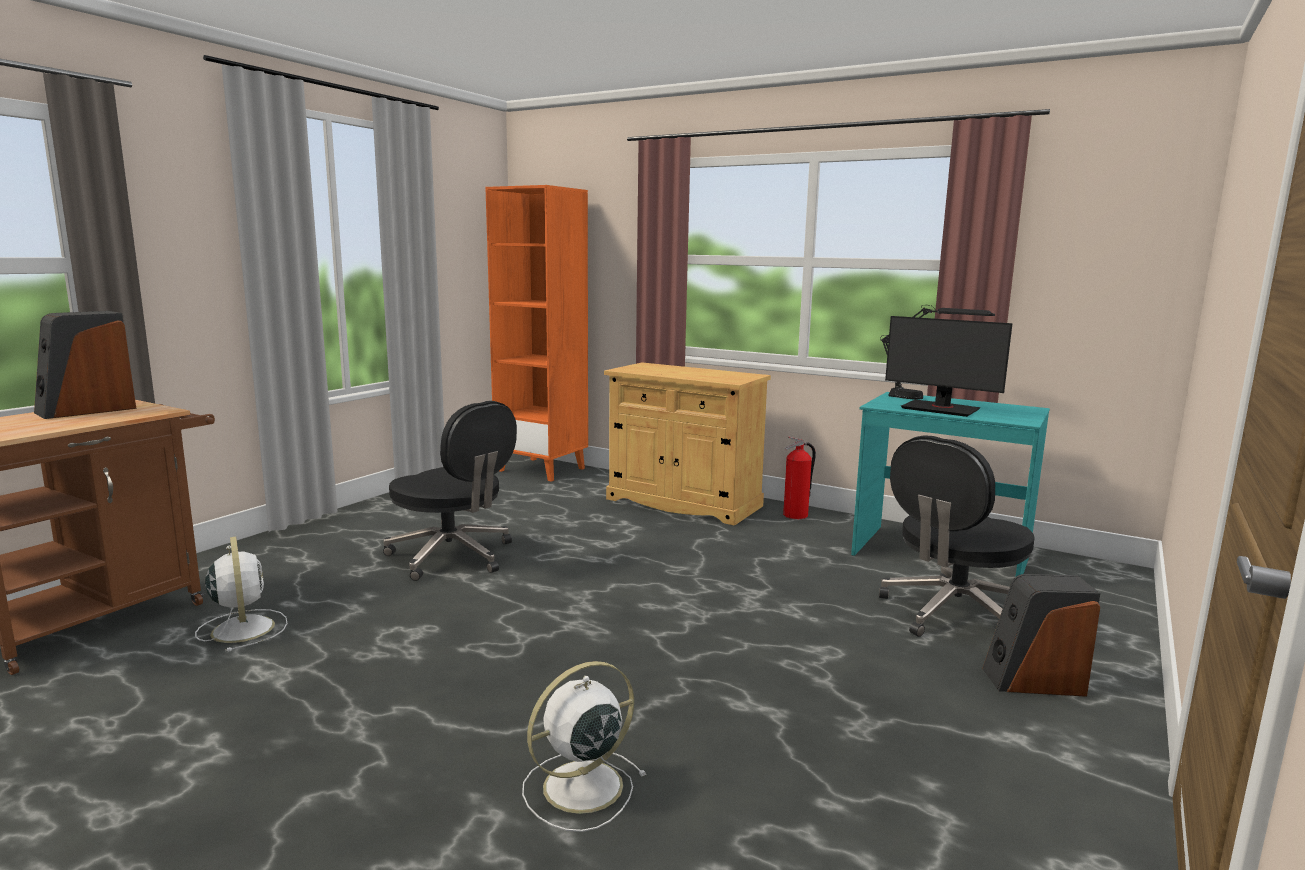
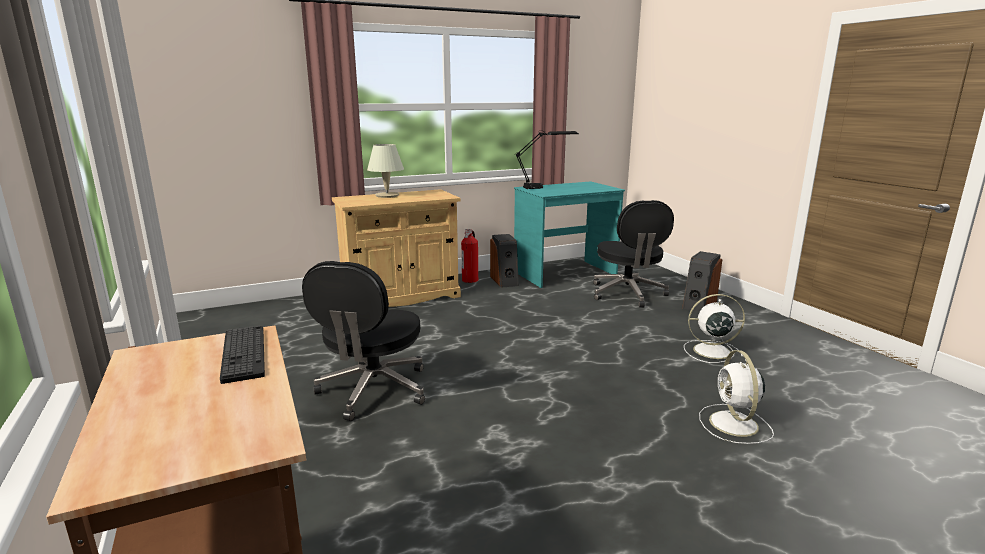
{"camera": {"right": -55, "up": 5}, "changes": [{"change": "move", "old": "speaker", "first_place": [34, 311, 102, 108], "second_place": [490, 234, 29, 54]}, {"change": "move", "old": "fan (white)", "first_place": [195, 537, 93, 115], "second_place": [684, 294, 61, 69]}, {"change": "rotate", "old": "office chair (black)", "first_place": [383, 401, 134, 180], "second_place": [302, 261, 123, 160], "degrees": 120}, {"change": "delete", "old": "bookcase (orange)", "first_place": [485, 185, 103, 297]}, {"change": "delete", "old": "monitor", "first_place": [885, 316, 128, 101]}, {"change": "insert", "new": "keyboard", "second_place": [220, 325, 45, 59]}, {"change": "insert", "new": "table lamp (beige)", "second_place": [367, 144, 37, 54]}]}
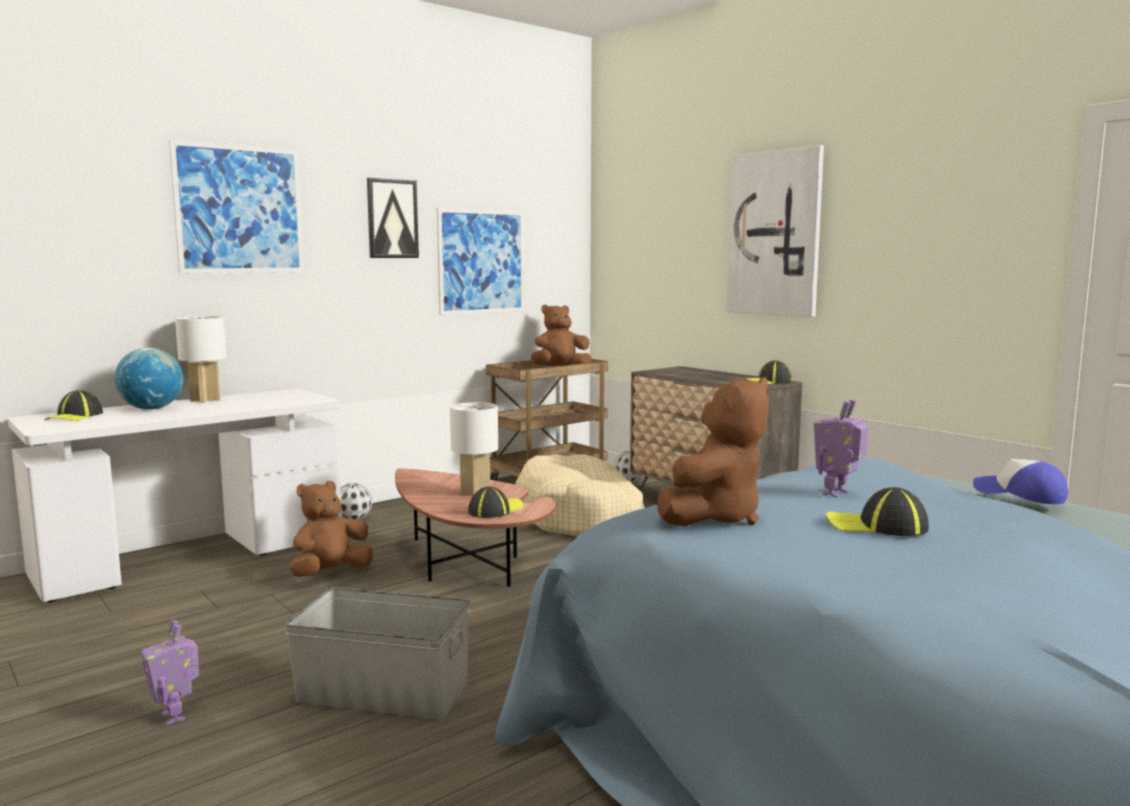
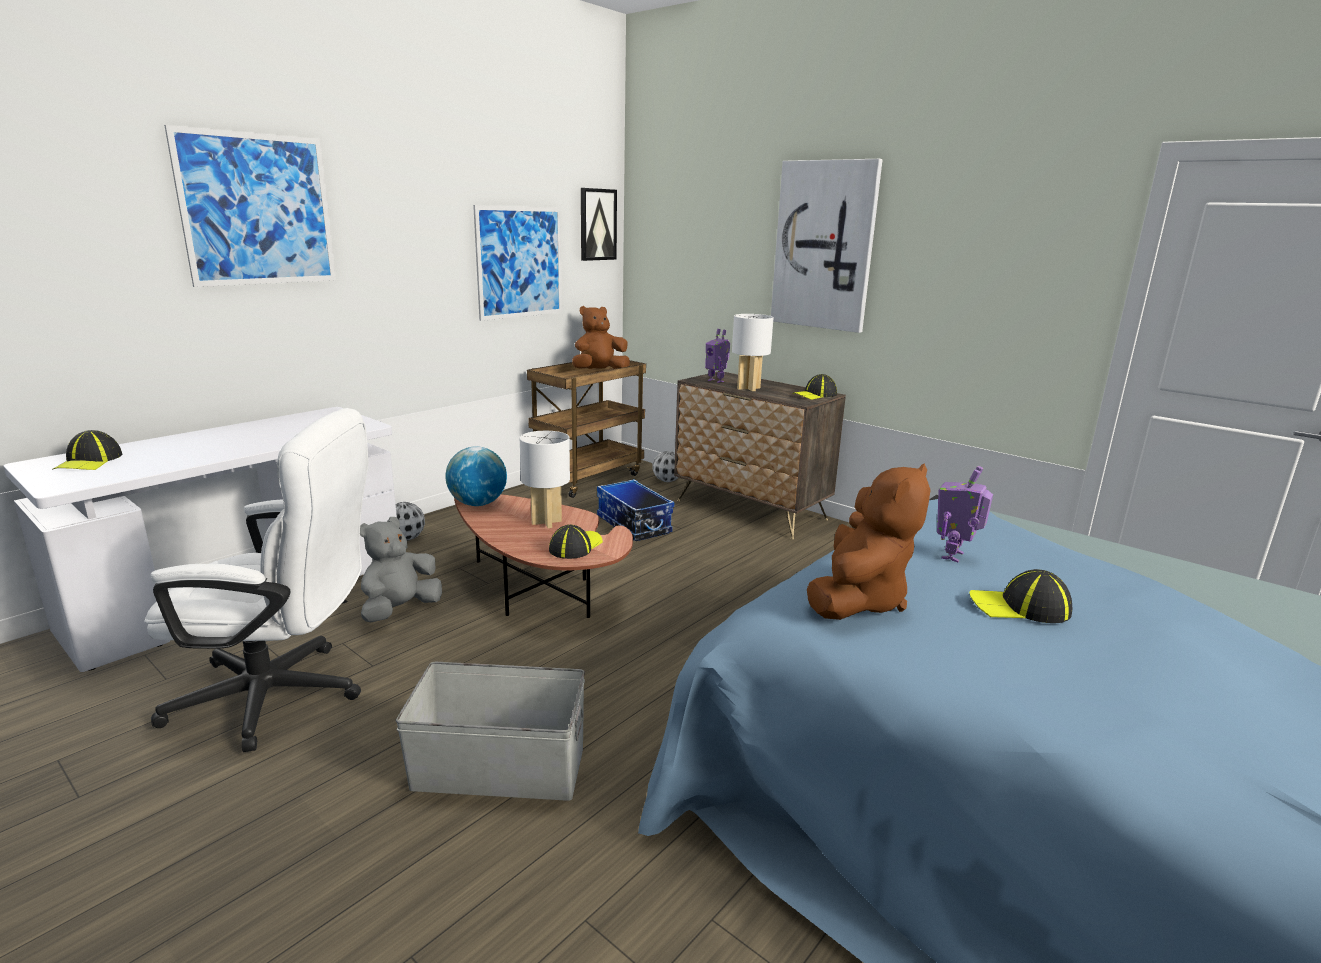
{"camera": {"right": -10, "up": 10}, "changes": [{"change": "move", "old": "globe", "first_place": [114, 348, 69, 62], "second_place": [445, 446, 62, 60]}, {"change": "move", "old": "toy robot", "first_place": [141, 620, 58, 105], "second_place": [705, 329, 25, 54]}, {"change": "move", "old": "table lamp (white)", "first_place": [175, 316, 51, 87], "second_place": [732, 314, 42, 77]}, {"change": "recolor", "old": "plush toy (brown)", "new": "plush toy (grey)", "first_place": [290, 481, 83, 96], "second_place": [360, 517, 82, 106]}, {"change": "move", "old": "picture", "first_place": [367, 178, 52, 80], "second_place": [581, 188, 36, 73]}, {"change": "replace", "old": "dog bed (beige)", "new": "storage box", "first_place": [515, 454, 130, 82], "second_place": [597, 479, 77, 62]}, {"change": "delete", "old": "cap", "first_place": [973, 459, 95, 45]}, {"change": "insert", "new": "office chair (white)", "second_place": [144, 408, 224, 344]}]}
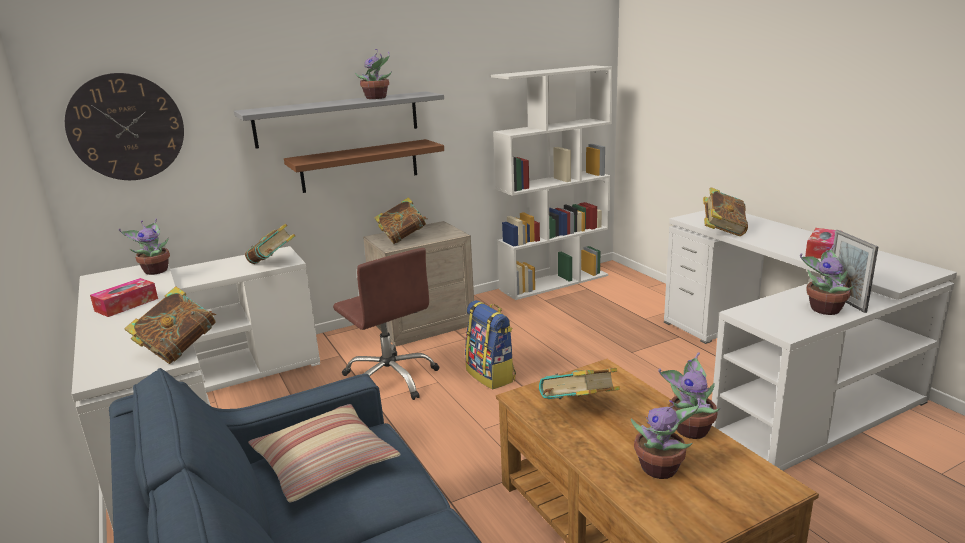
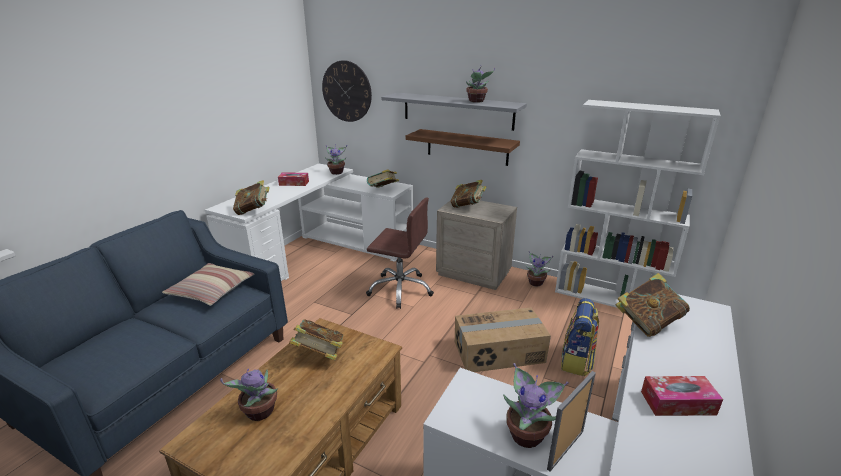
{"camera": {"right": 55, "up": 5}, "changes": [{"change": "rotate", "old": "office chair (brown)", "first_place": [333, 248, 106, 152], "second_place": [366, 197, 68, 112], "degrees": -90}, {"change": "move", "old": "backpack", "first_place": [465, 300, 51, 89], "second_place": [561, 298, 38, 78]}, {"change": "move", "old": "potted plant", "first_place": [658, 352, 62, 87], "second_place": [525, 251, 28, 35]}, {"change": "insert", "new": "cardboard box", "second_place": [455, 308, 96, 64]}]}
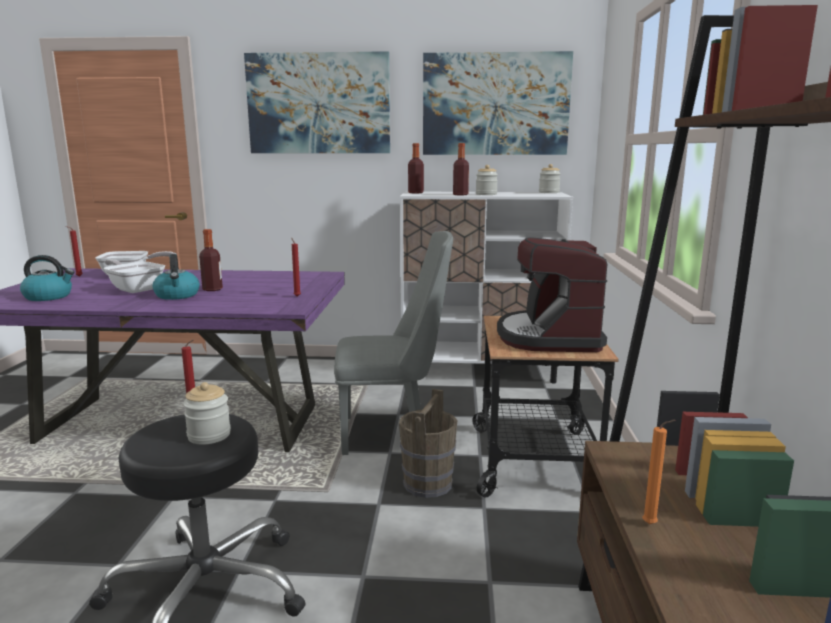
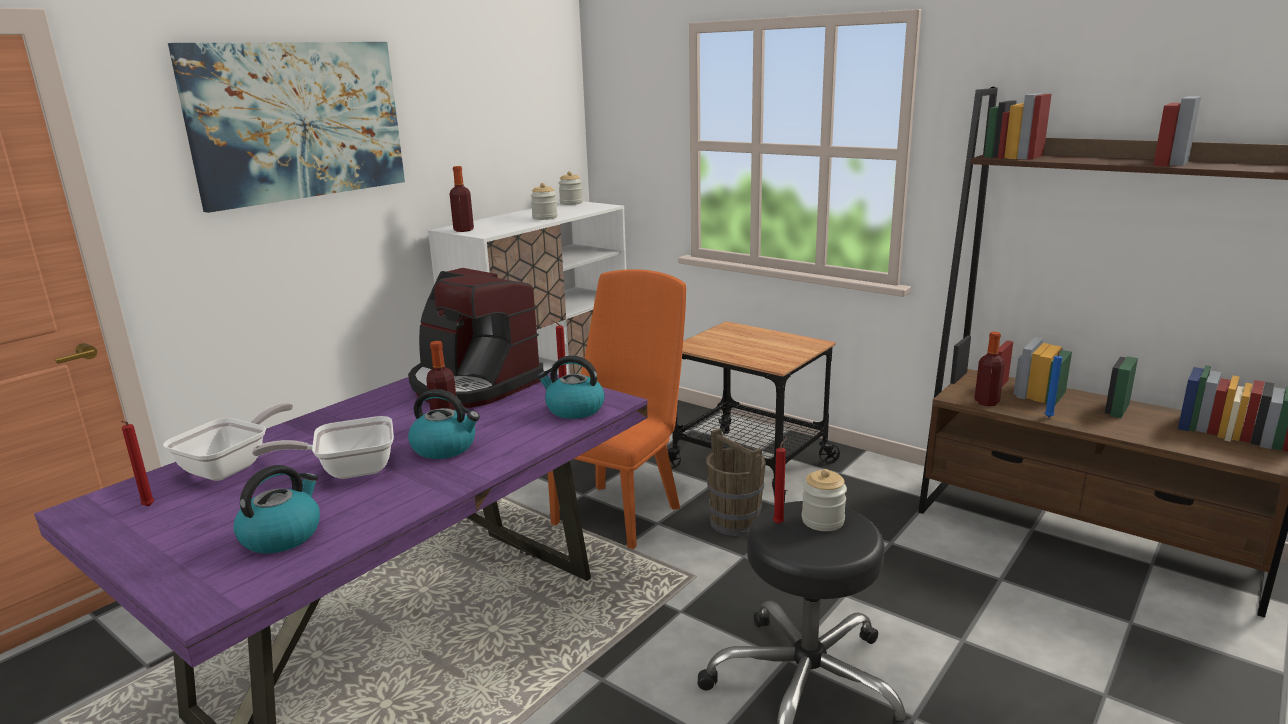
{"camera": {"right": -55, "up": 5}, "changes": [{"change": "recolor", "old": "chair (grey)", "new": "chair (orange)", "first_place": [334, 231, 119, 224], "second_place": [548, 269, 138, 280]}, {"change": "delete", "old": "picture", "first_place": [423, 51, 150, 104]}, {"change": "move", "old": "bottle", "first_place": [453, 143, 16, 52], "second_place": [974, 332, 31, 74]}, {"change": "move", "old": "coffee machine", "first_place": [497, 237, 110, 115], "second_place": [408, 268, 136, 140]}, {"change": "recolor", "old": "candle (orange)", "new": "candle (blue)", "first_place": [642, 420, 33, 104], "second_place": [1045, 348, 18, 69]}, {"change": "insert", "new": "kettle", "second_place": [537, 356, 68, 63]}]}
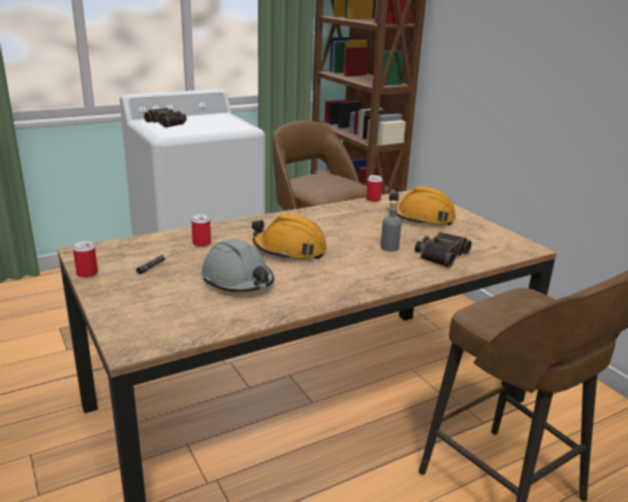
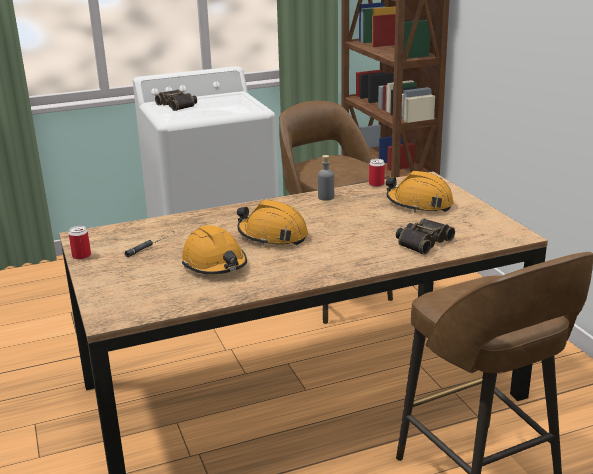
{"camera": {"right": 10, "up": 0}, "changes": [{"change": "delete", "old": "can", "first_place": [191, 214, 20, 33]}, {"change": "recolor", "old": "hard hat (grey)", "new": "hard hat (orange)", "first_place": [202, 239, 72, 53], "second_place": [182, 225, 65, 49]}, {"change": "move", "old": "bottle (grey)", "first_place": [381, 201, 20, 51], "second_place": [318, 155, 16, 46]}]}
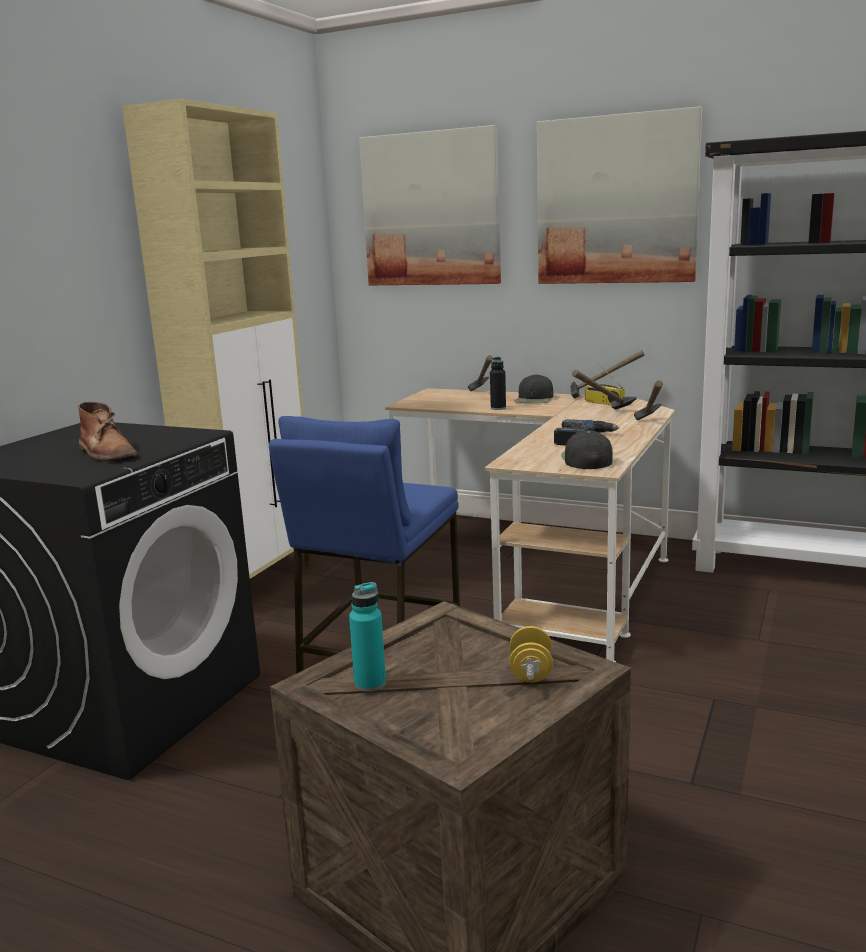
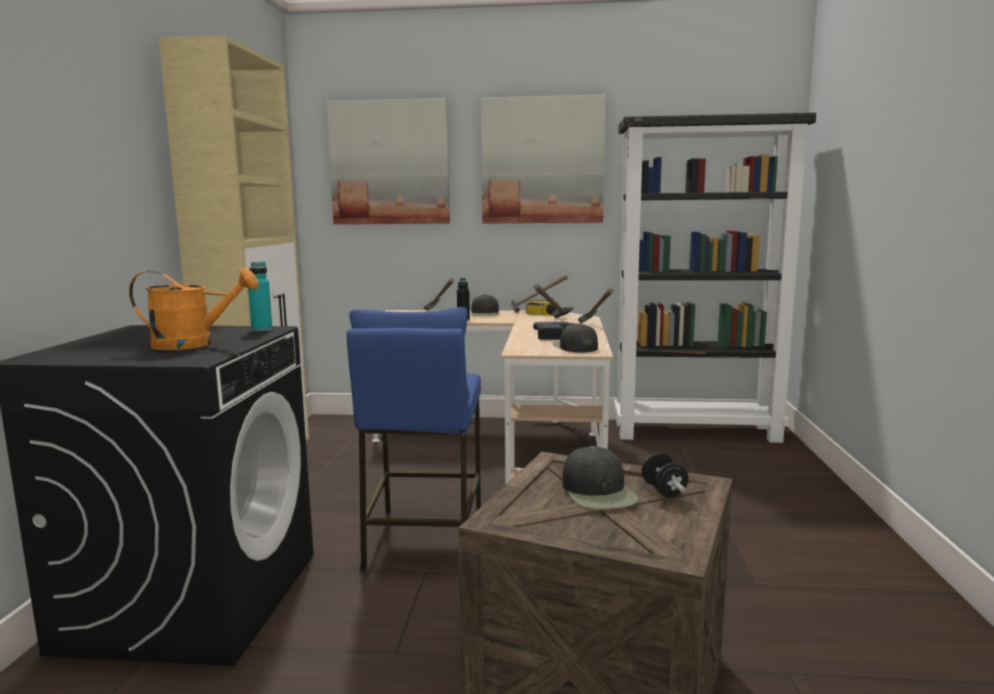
{"camera": {"right": -20, "up": -5}, "changes": [{"change": "replace", "old": "boot (brown)", "new": "watering can (orange)", "first_place": [78, 402, 59, 60], "second_place": [129, 268, 130, 82]}, {"change": "move", "old": "bottle (turquoise)", "first_place": [349, 582, 37, 110], "second_place": [248, 261, 25, 71]}, {"change": "recolor", "old": "dumbbell (yellow)", "new": "dumbbell (black)", "first_place": [509, 626, 44, 57], "second_place": [642, 453, 47, 44]}, {"change": "insert", "new": "cap (black)", "second_place": [562, 446, 77, 63]}]}
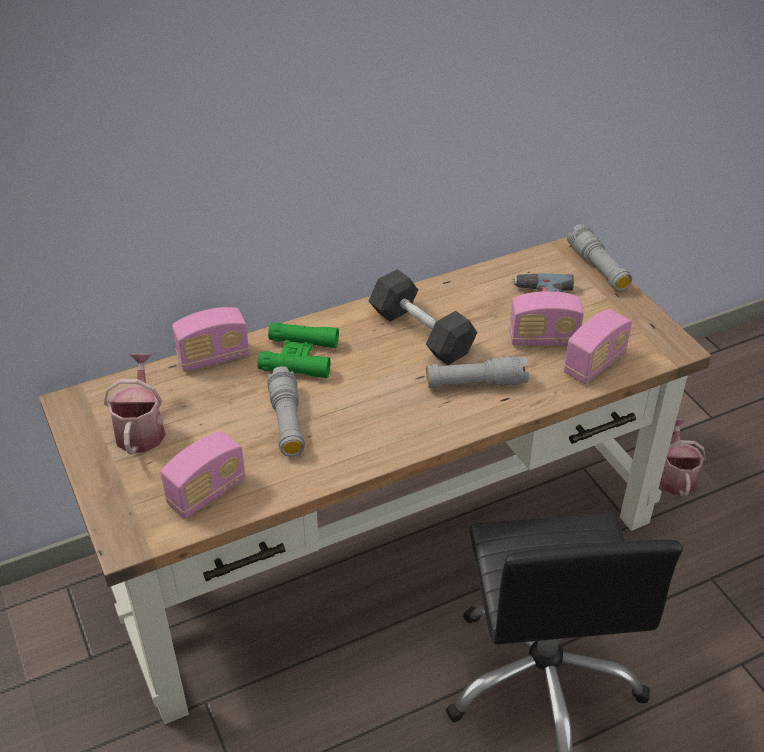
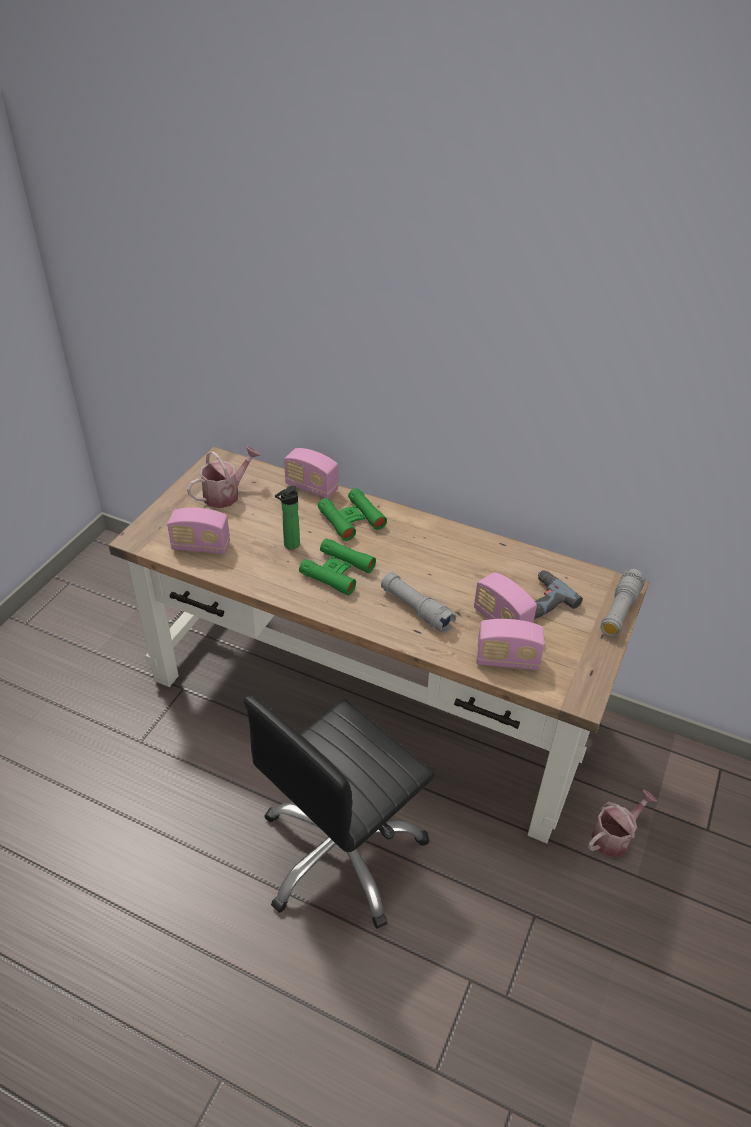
{"camera": {"right": 50, "up": 0}, "changes": [{"change": "replace", "old": "flashlight (grey)", "new": "bottle", "first_place": [267, 366, 38, 90], "second_place": [275, 486, 25, 63]}, {"change": "delete", "old": "dumbbell (grey)", "first_place": [369, 269, 108, 96]}, {"change": "insert", "new": "binoculars (green)", "second_place": [299, 538, 77, 57]}]}
